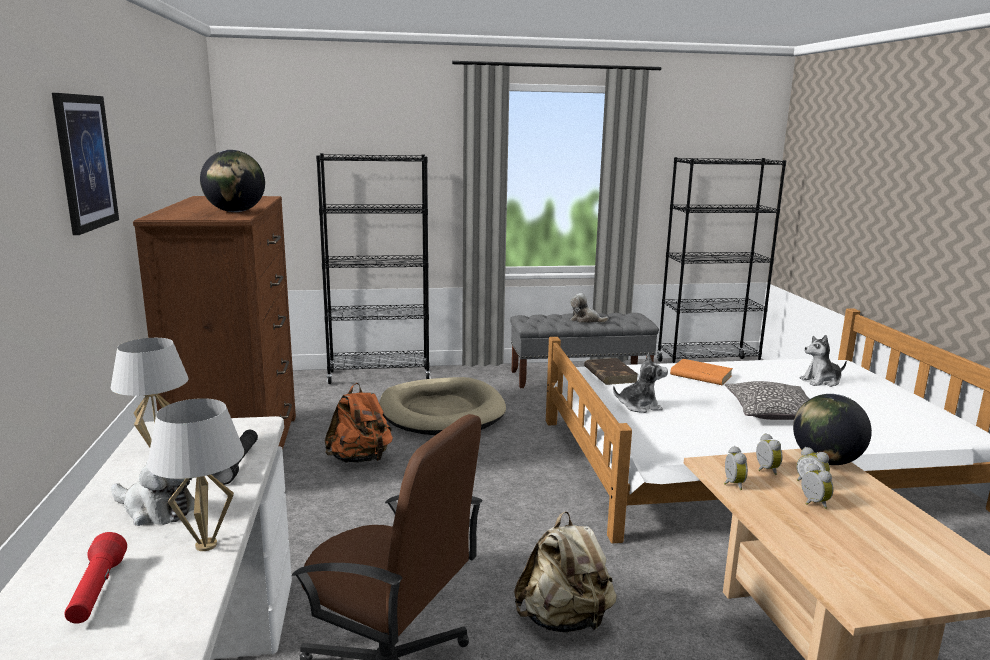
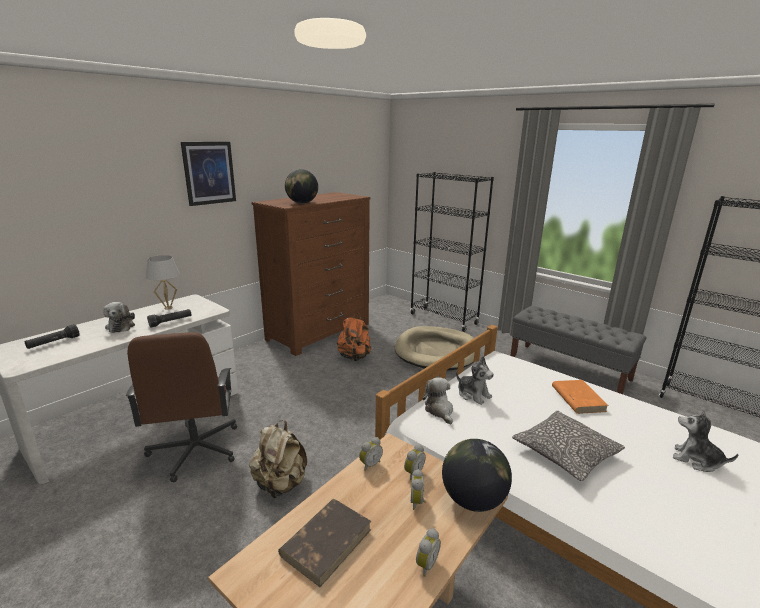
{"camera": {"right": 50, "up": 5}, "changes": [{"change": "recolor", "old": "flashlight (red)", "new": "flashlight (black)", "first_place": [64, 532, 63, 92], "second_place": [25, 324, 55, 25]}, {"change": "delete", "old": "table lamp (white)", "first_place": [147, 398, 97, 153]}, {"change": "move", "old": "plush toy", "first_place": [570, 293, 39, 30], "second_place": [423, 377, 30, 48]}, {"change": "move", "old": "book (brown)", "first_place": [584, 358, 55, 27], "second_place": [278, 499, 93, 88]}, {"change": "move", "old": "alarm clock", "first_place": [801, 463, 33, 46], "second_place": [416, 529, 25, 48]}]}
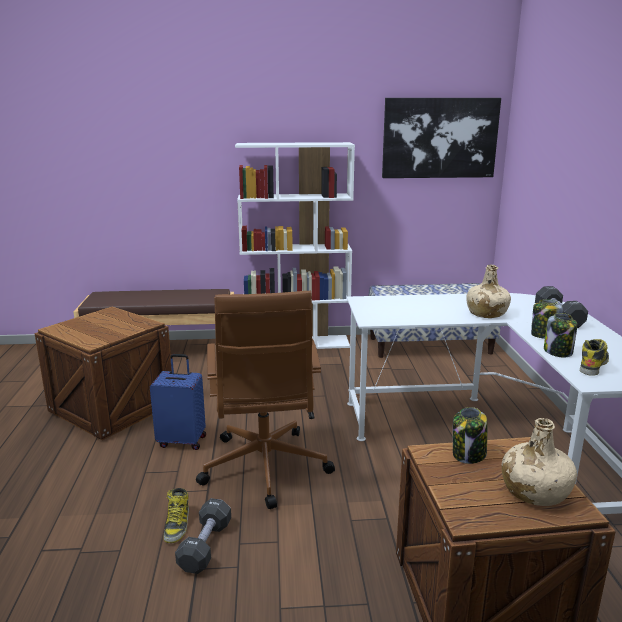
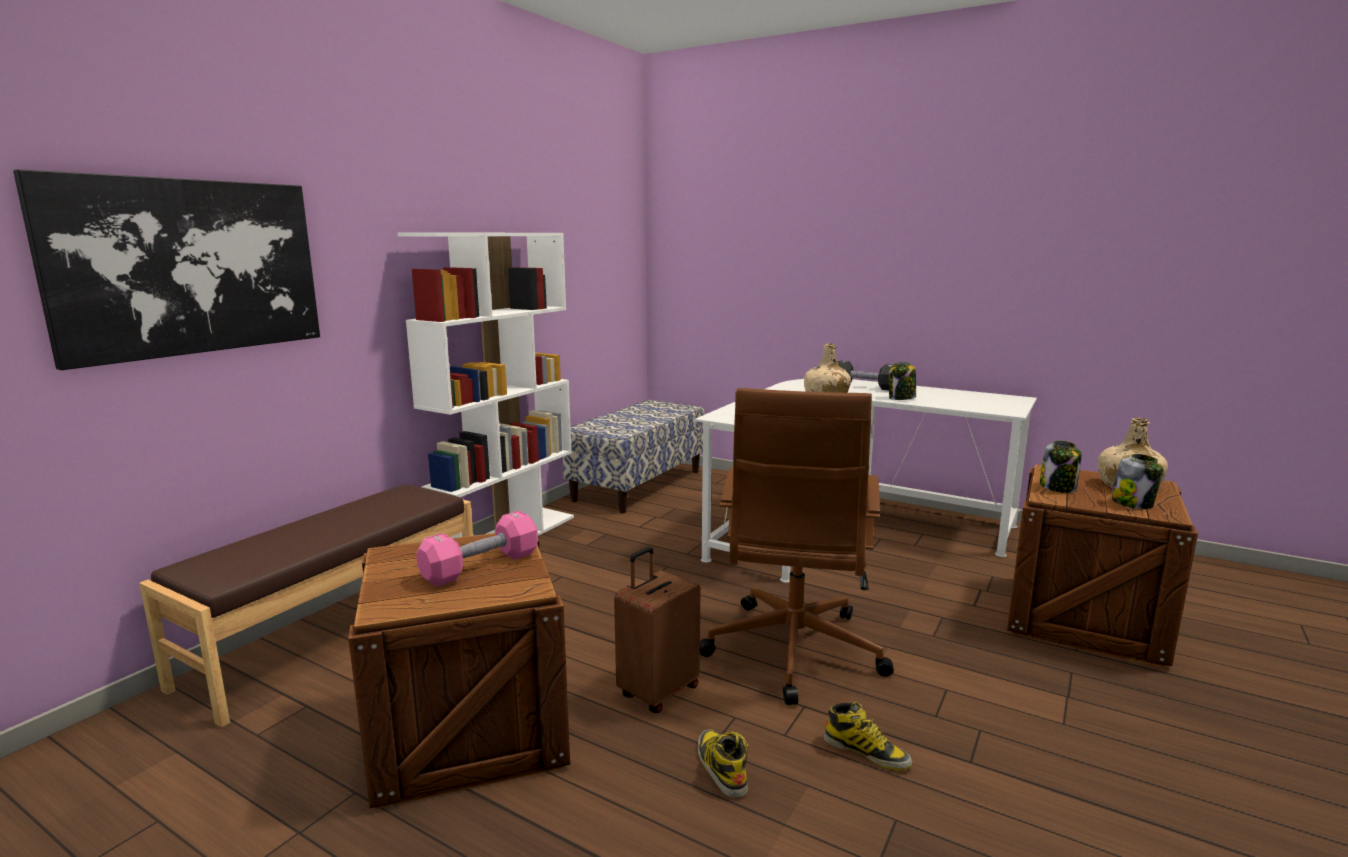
{"camera": {"right": -55, "up": -5}, "changes": [{"change": "recolor", "old": "suitcase (blue)", "new": "suitcase (brown)", "first_place": [150, 354, 56, 96], "second_place": [614, 547, 87, 166]}, {"change": "delete", "old": "dumbbell (black)", "first_place": [175, 498, 56, 76]}, {"change": "rotate", "old": "office chair (brown)", "first_place": [196, 291, 139, 218], "second_place": [700, 388, 194, 317], "degrees": 75}, {"change": "move", "old": "picture", "first_place": [382, 98, 119, 80], "second_place": [13, 169, 307, 201]}, {"change": "move", "old": "jar", "first_place": [544, 313, 33, 45], "second_place": [1111, 454, 52, 55]}, {"change": "move", "old": "boot", "first_place": [580, 339, 29, 37], "second_place": [698, 729, 50, 68]}, {"change": "insert", "new": "dumbbell (pink)", "second_place": [416, 511, 122, 76]}]}
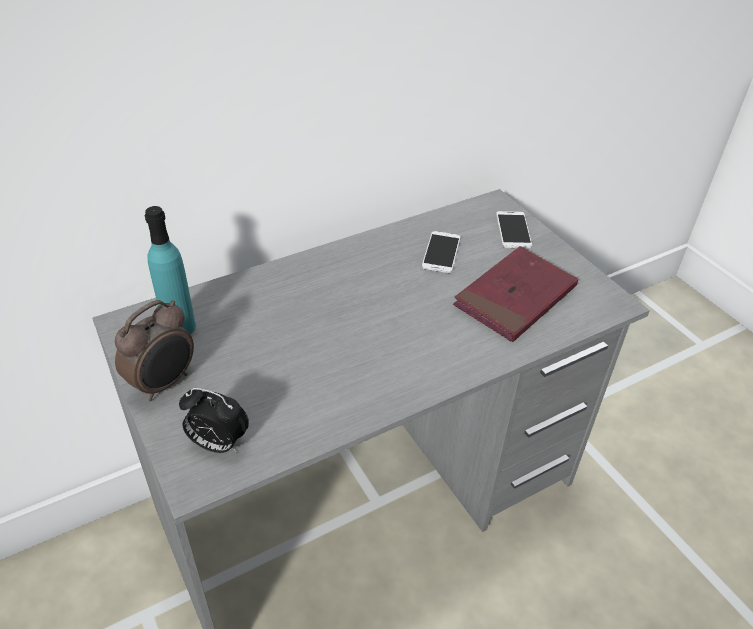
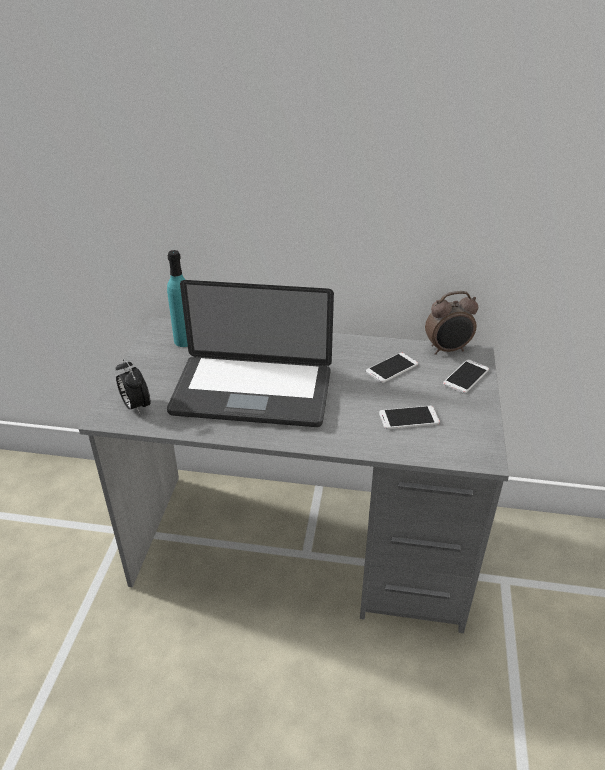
{"camera": {"right": 40, "up": -5}, "changes": [{"change": "move", "old": "alarm clock", "first_place": [115, 300, 79, 101], "second_place": [425, 291, 53, 64]}, {"change": "replace", "old": "book (red)", "new": "phone", "first_place": [453, 246, 125, 96], "second_place": [379, 406, 61, 23]}, {"change": "insert", "new": "laptop", "second_place": [167, 280, 167, 147]}]}
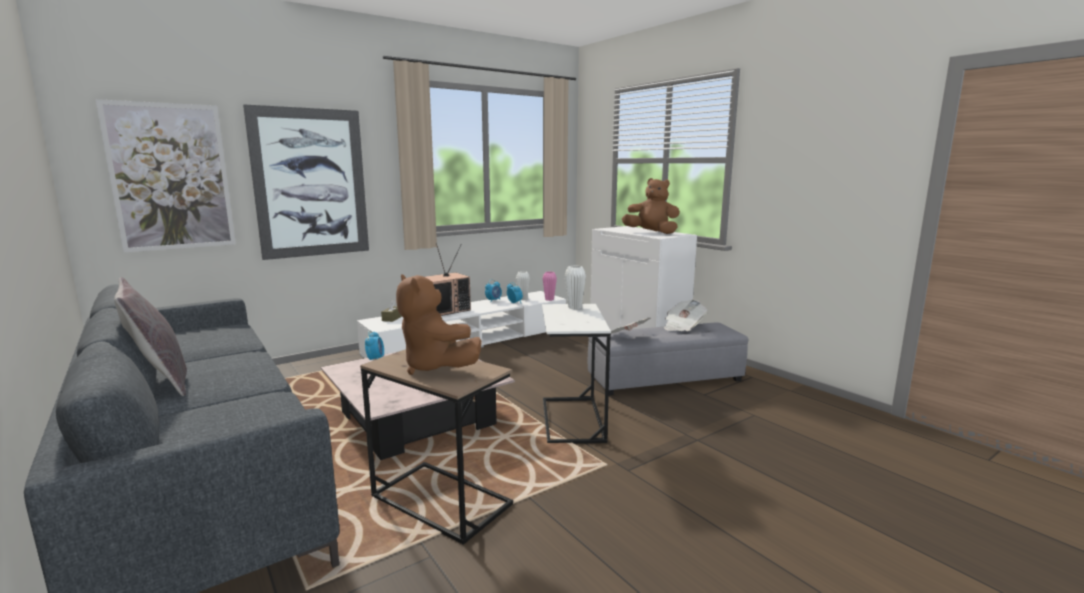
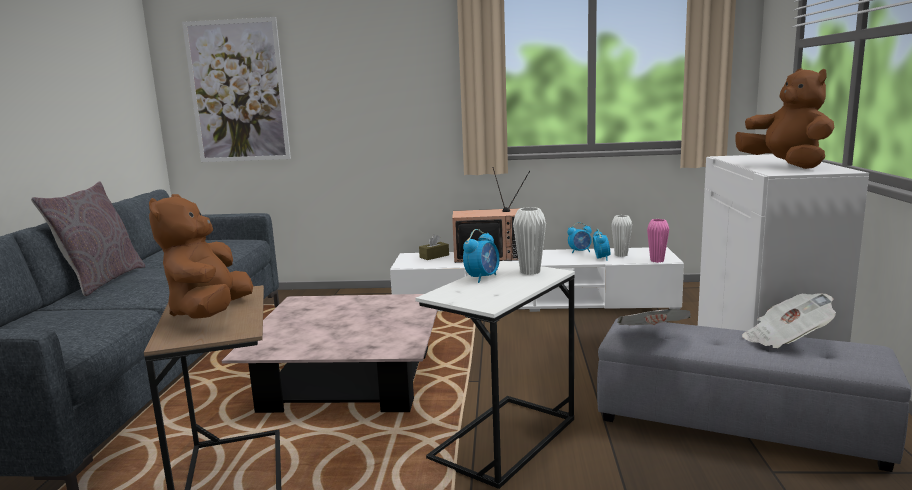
{"camera": {"right": 40, "up": 0}, "changes": [{"change": "delete", "old": "picture", "first_place": [243, 104, 126, 156]}, {"change": "move", "old": "alarm clock", "first_place": [365, 330, 19, 30], "second_place": [463, 229, 37, 54]}]}
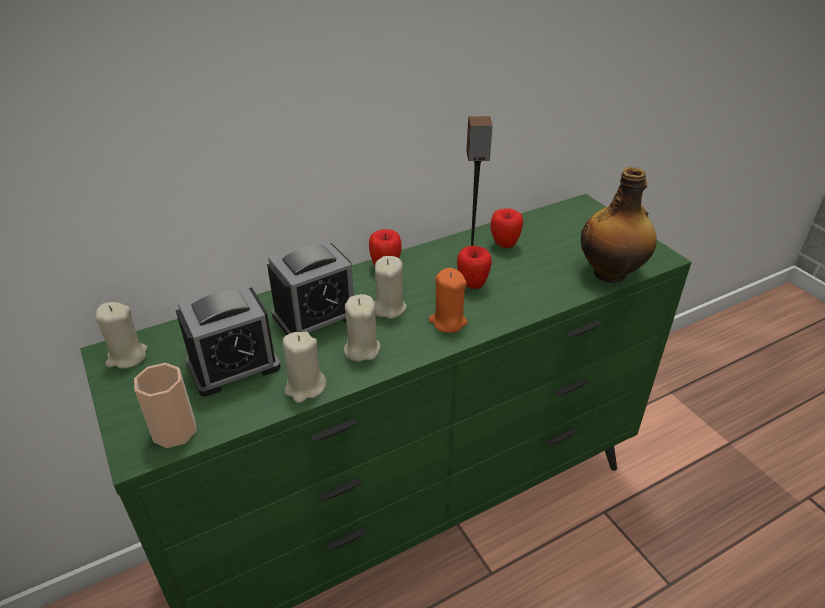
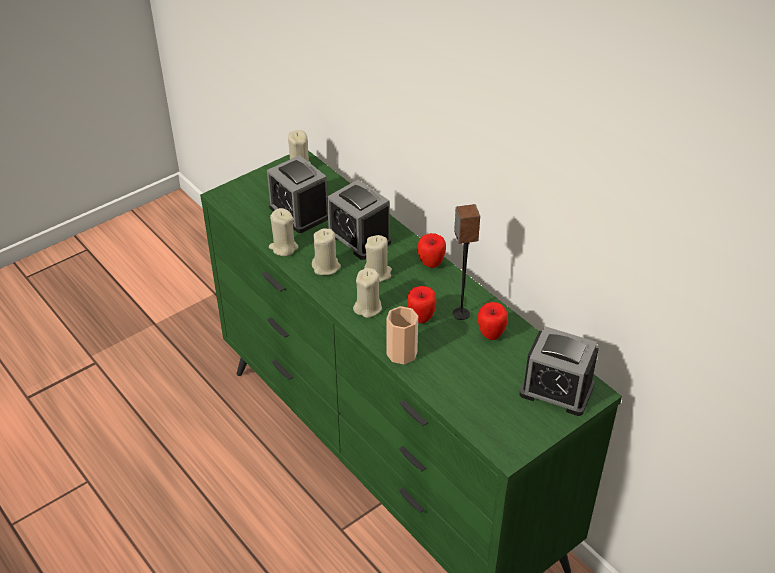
{"camera": {"right": 80, "up": 5}, "changes": [{"change": "move", "old": "cup", "first_place": [134, 363, 63, 85], "second_place": [386, 306, 32, 58]}, {"change": "recolor", "old": "candle (orange)", "new": "candle (beige)", "first_place": [428, 268, 40, 65], "second_place": [353, 268, 29, 50]}, {"change": "delete", "old": "bottle", "first_place": [581, 167, 76, 116]}, {"change": "insert", "new": "alarm clock", "second_place": [519, 326, 80, 90]}]}
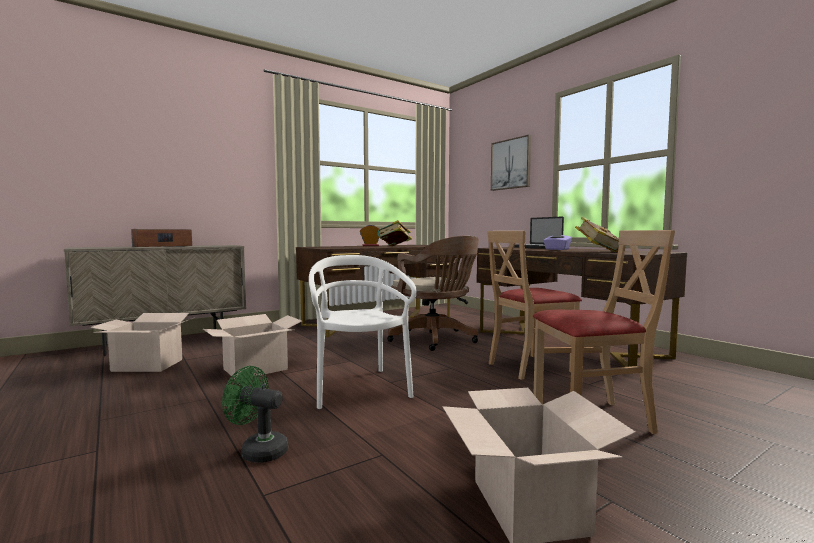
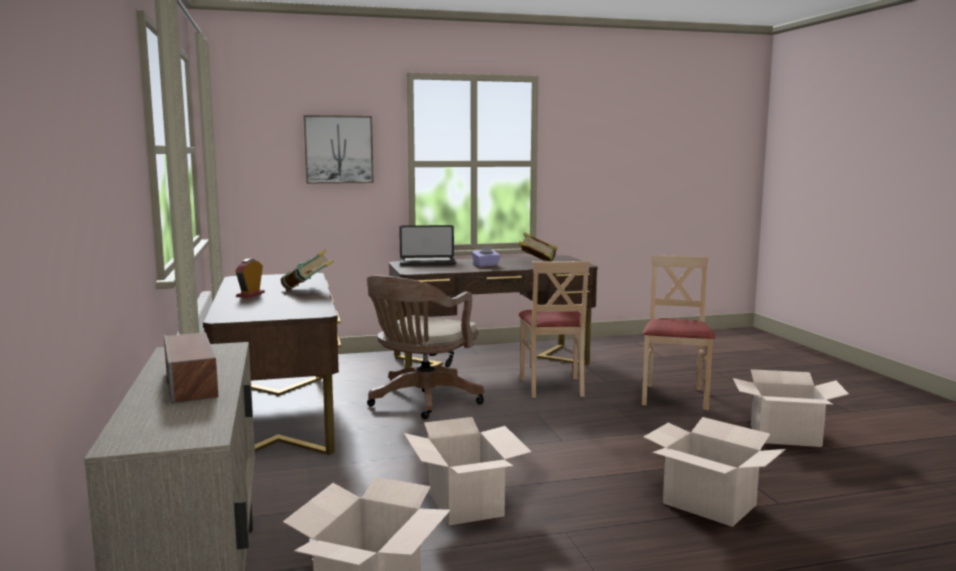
{"camera": {"right": -70, "up": 5}, "changes": [{"change": "replace", "old": "fan (green)", "new": "cardboard box", "first_place": [222, 366, 66, 97], "second_place": [643, 417, 143, 110]}, {"change": "delete", "old": "chair (white)", "first_place": [309, 255, 108, 154]}, {"change": "rotate", "old": "office chair (brown)", "first_place": [387, 236, 92, 115], "second_place": [367, 275, 117, 145], "degrees": 135}]}
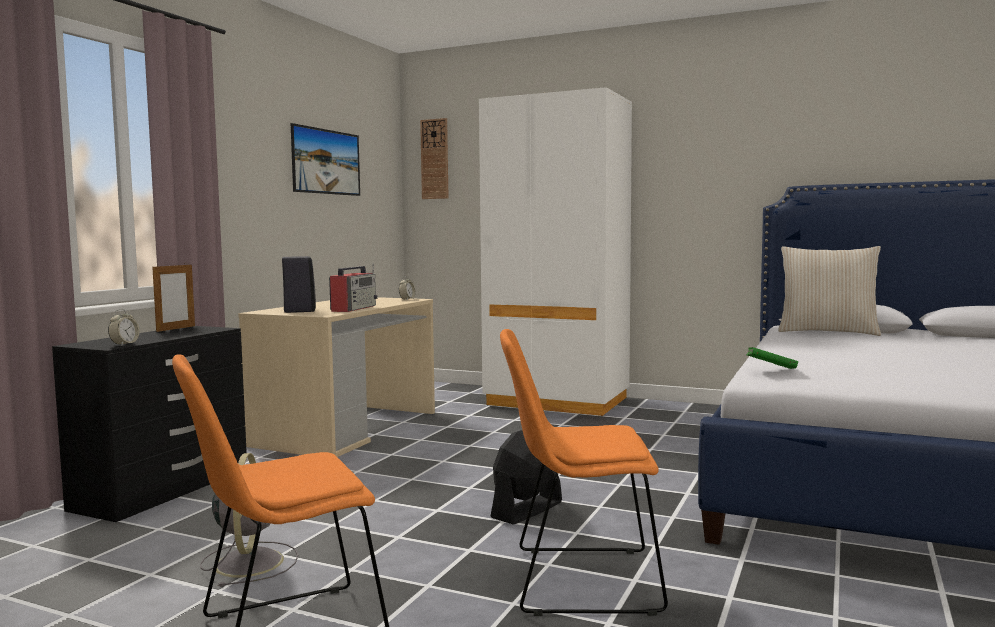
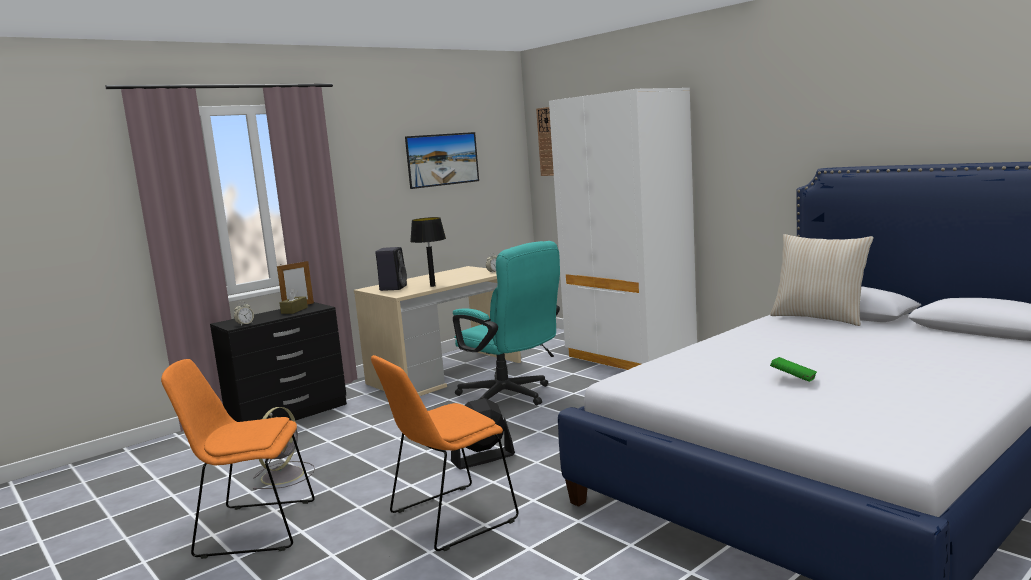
{"camera": {"right": 25, "up": 5}, "changes": [{"change": "replace", "old": "radio", "new": "table lamp (black)", "first_place": [329, 264, 49, 48], "second_place": [410, 217, 36, 70]}, {"change": "rotate", "old": "chair (orange)", "first_place": [500, 329, 168, 287], "second_place": [371, 355, 148, 196], "degrees": -60}, {"change": "move", "old": "book (green)", "first_place": [746, 347, 52, 22], "second_place": [770, 357, 47, 25]}, {"change": "insert", "new": "tissue box (brown)", "second_place": [280, 288, 28, 26]}, {"change": "insert", "new": "office chair (turquoise)", "second_place": [453, 241, 107, 164]}]}
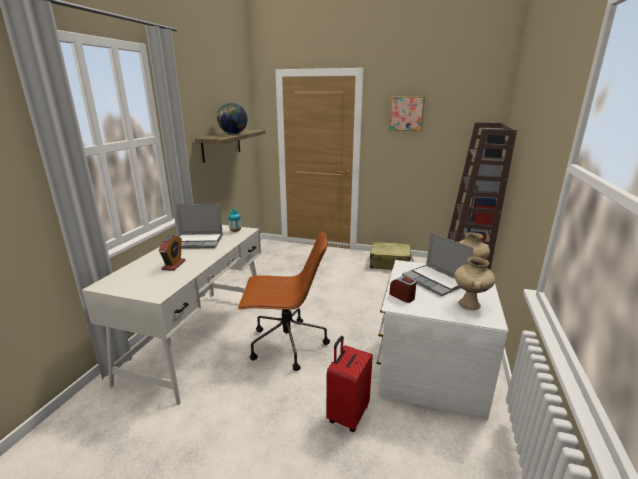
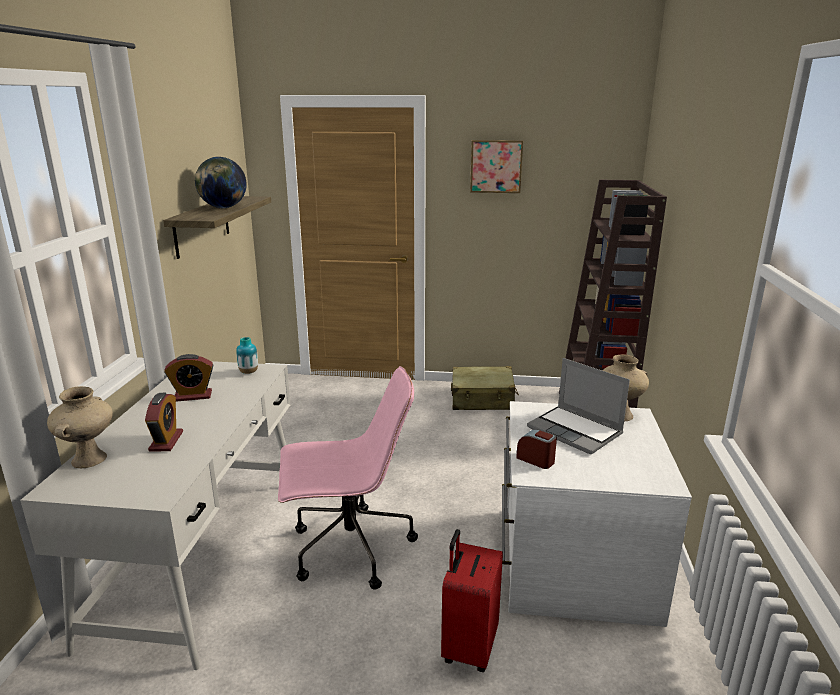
{"camera": {"right": -10, "up": 0}, "changes": [{"change": "replace", "old": "laptop", "new": "alarm clock", "first_place": [176, 204, 47, 45], "second_place": [164, 354, 49, 48]}, {"change": "recolor", "old": "office chair (brown)", "new": "office chair (pink)", "first_place": [238, 231, 92, 140], "second_place": [278, 366, 140, 224]}, {"change": "move", "old": "vase (beige)", "first_place": [454, 257, 42, 53], "second_place": [47, 386, 66, 82]}]}
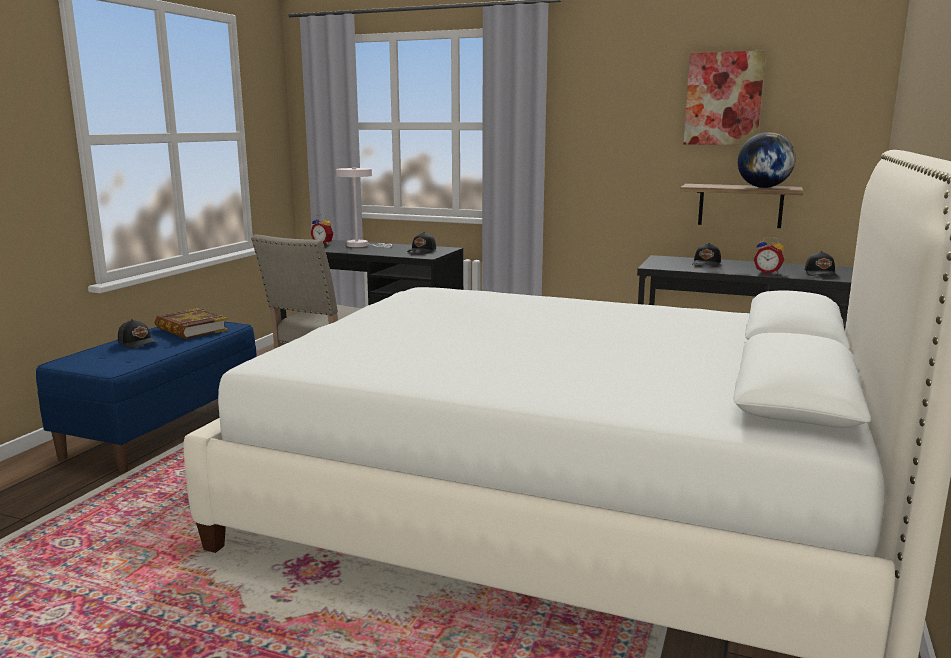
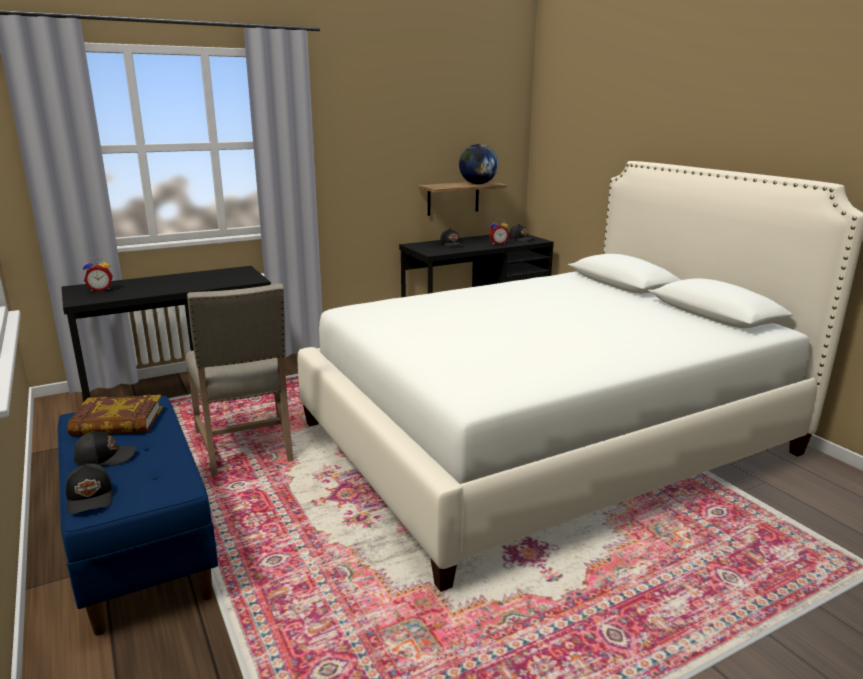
{"camera": {"right": -50, "up": 5}, "changes": [{"change": "delete", "old": "table lamp (white)", "first_place": [336, 167, 56, 81]}, {"change": "move", "old": "cap (black)", "first_place": [407, 232, 29, 22], "second_place": [66, 464, 47, 50]}, {"change": "delete", "old": "picture", "first_place": [684, 51, 82, 94]}]}
